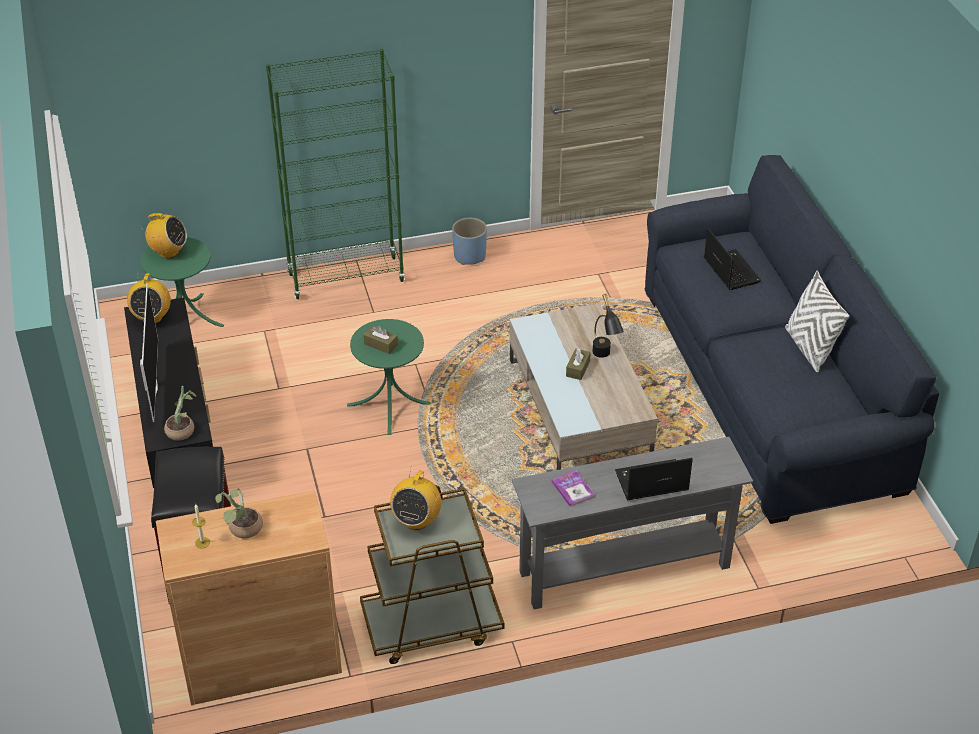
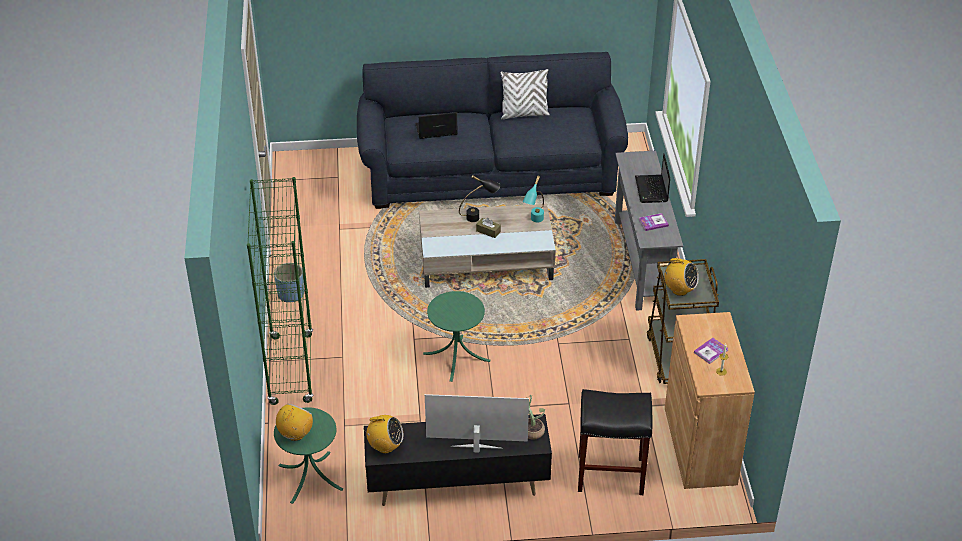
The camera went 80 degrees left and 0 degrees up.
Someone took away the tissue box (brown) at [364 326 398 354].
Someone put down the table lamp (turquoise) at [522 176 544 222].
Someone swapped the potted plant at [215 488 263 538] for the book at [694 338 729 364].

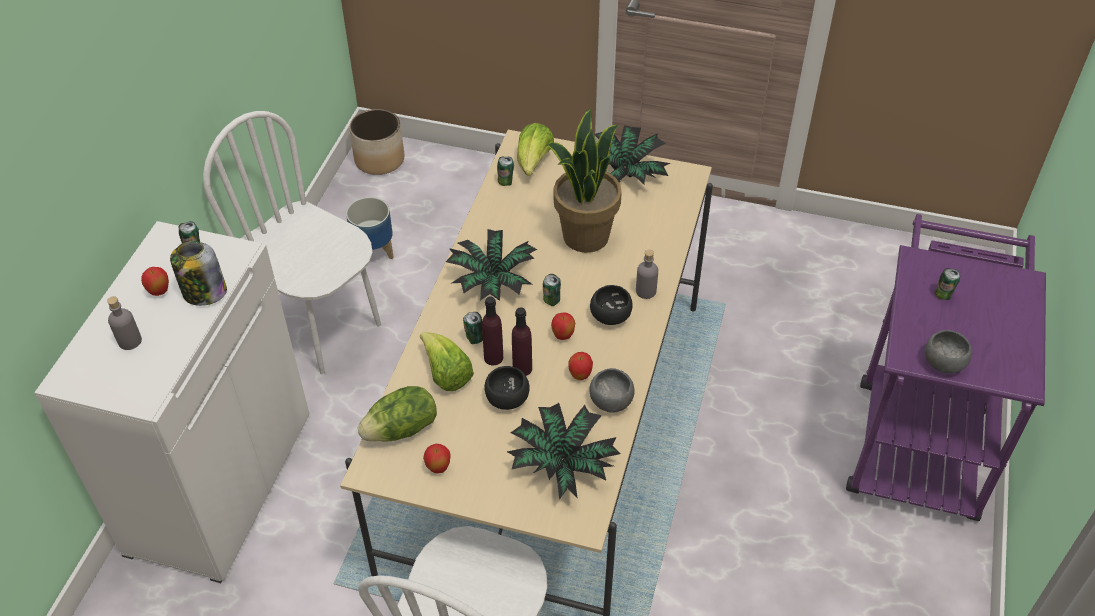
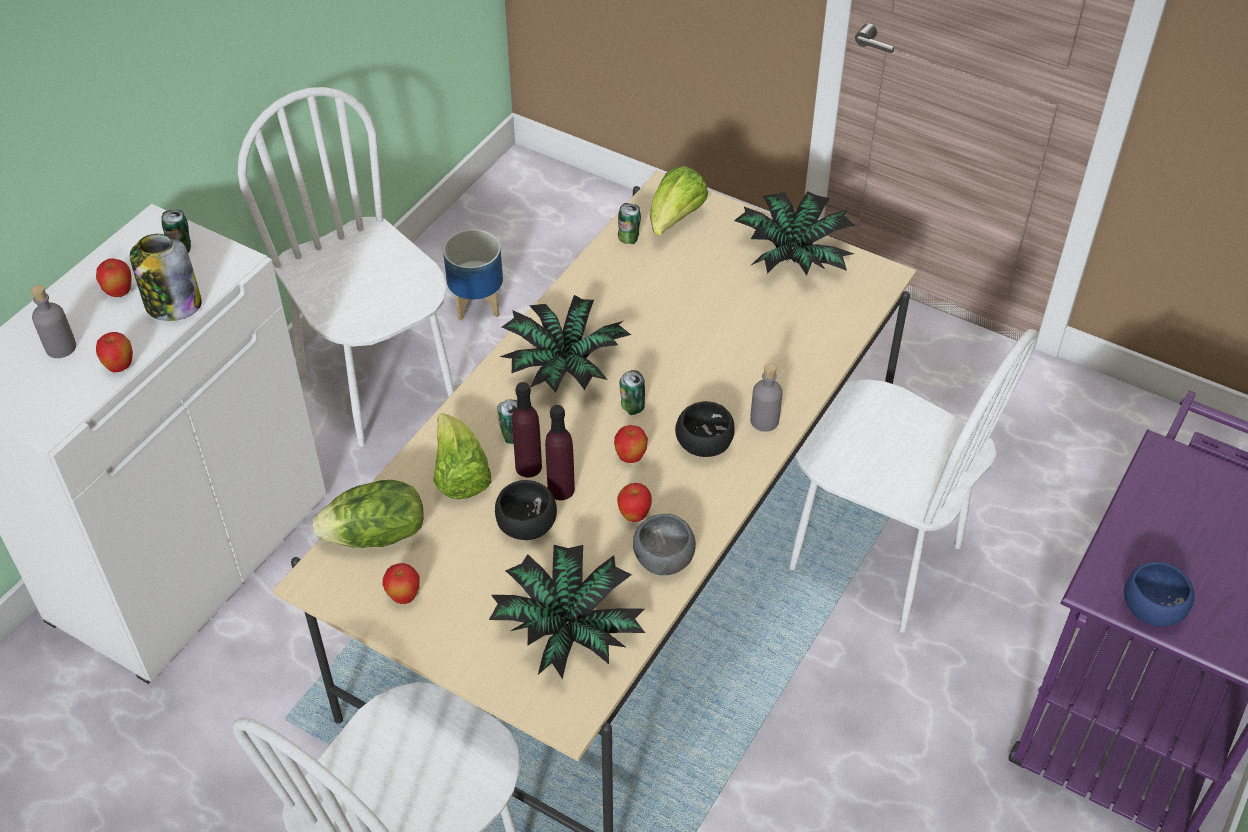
The camera went 15 degrees right and 0 degrees up.
Someone took away the planter at [349 109 404 175].
Someone took away the potted plant at [547 109 622 253].
Someone took away the can at [934 268 960 300].
Someone put down the apple at [96 332 133 373].
Someone put down the chair (white) at [789 329 1038 633].
Someone repainted the bowl (grey) at [924 330 972 374], which became the bowl (blue) at [1124 562 1195 627].

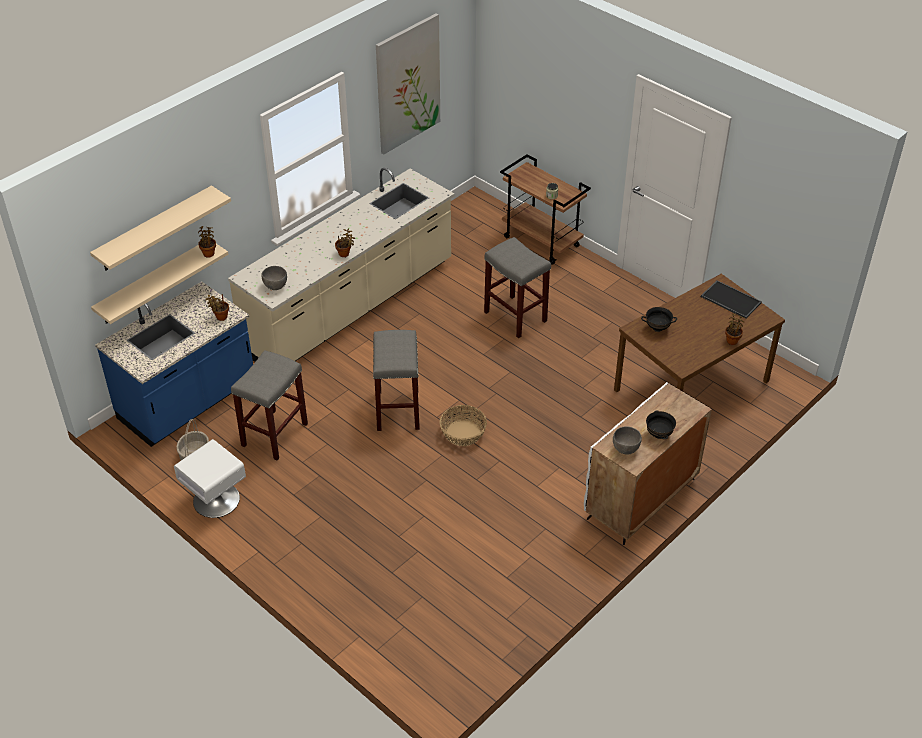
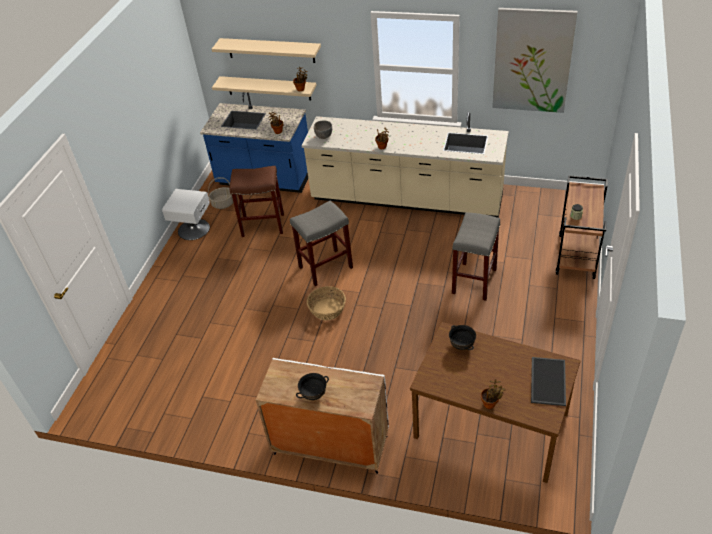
The camera went 65 degrees right and 0 degrees up.
Someone took away the bowl (grey) at [613 426 642 455].
Someone repainted the stool (grey) at [231 350 308 460], which became the stool (brown) at [230 166 284 237].

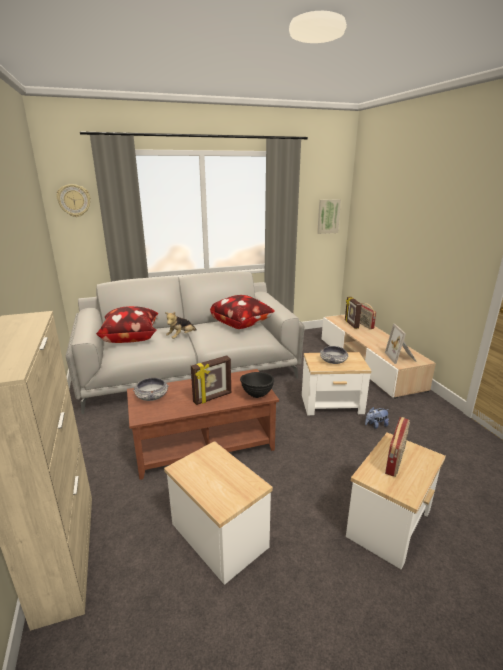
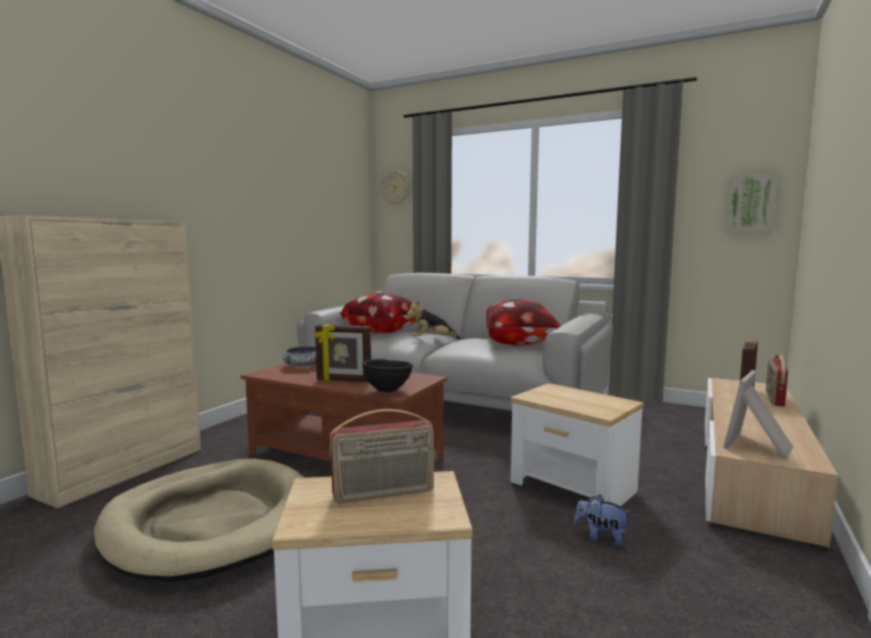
The camera went 45 degrees right and 15 degrees down.
Someone took away the bowl at [319 346 349 364].
Someone swapped the side table at [164 441 273 585] for the dog bed (beige) at [94 458 305 581].

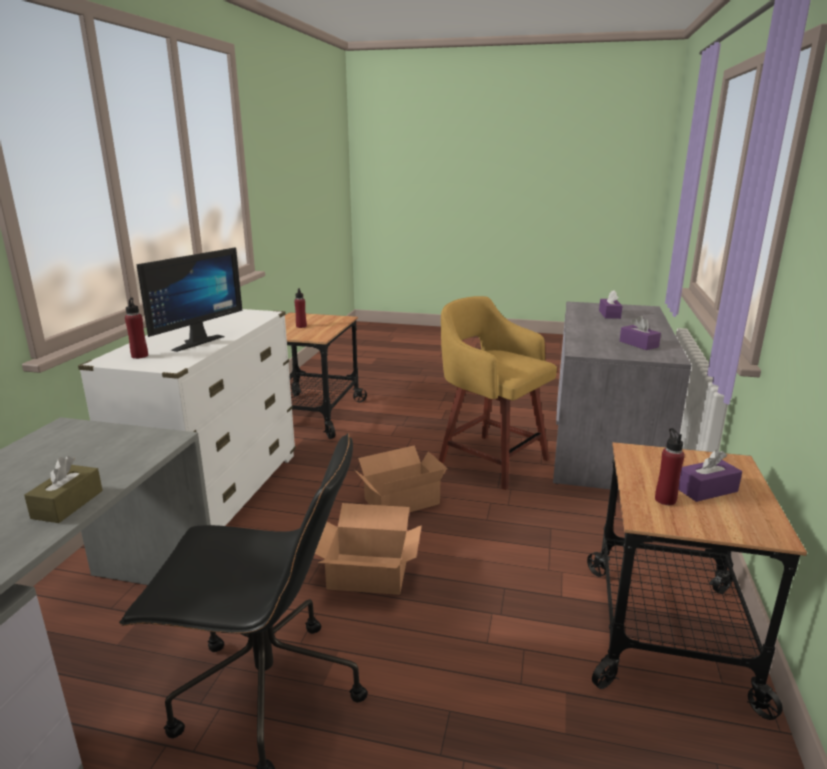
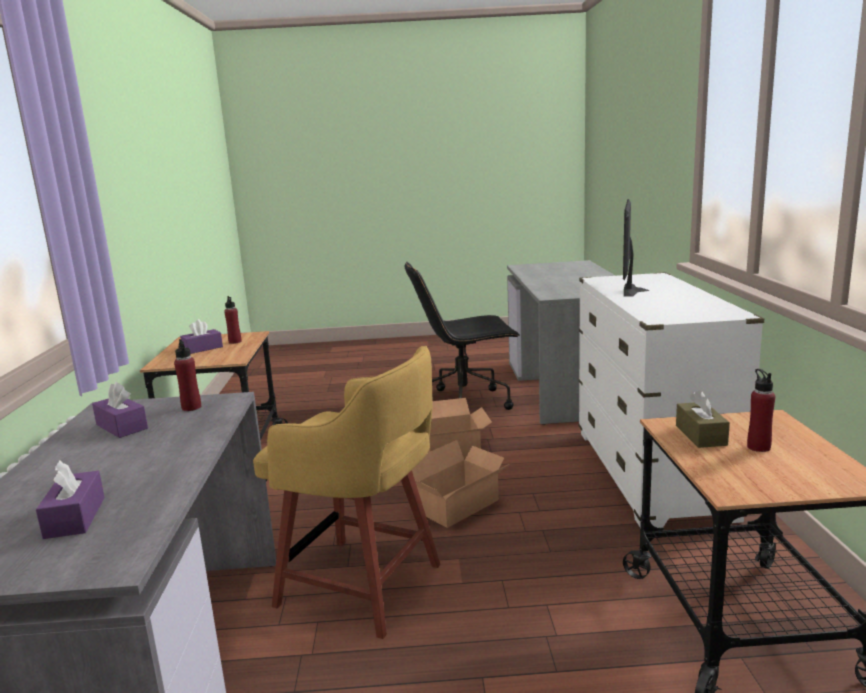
The camera went 165 degrees right and 5 degrees down.
Someone carried the tissue box (brown) from [24 456 103 523] to [676 390 730 448].
Someone carried the bottle (red) from [125 297 148 359] to [174 339 201 411].

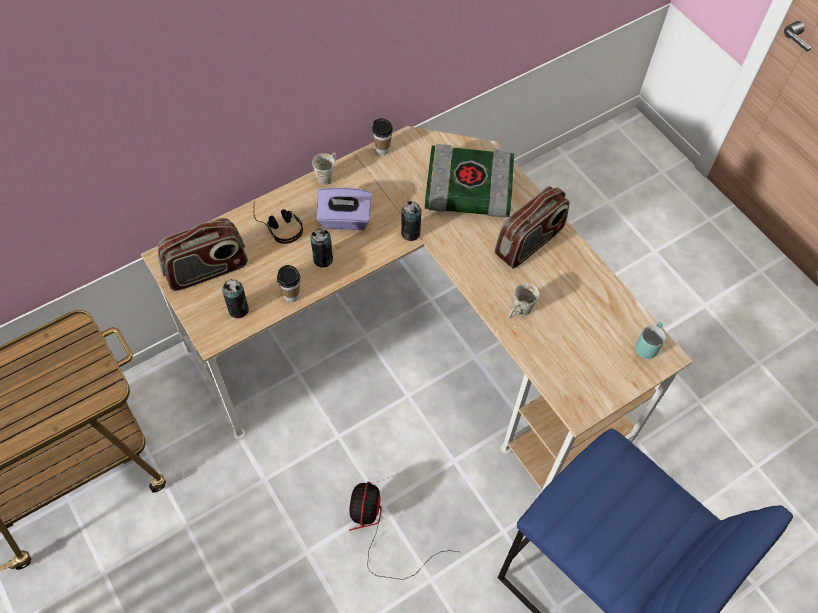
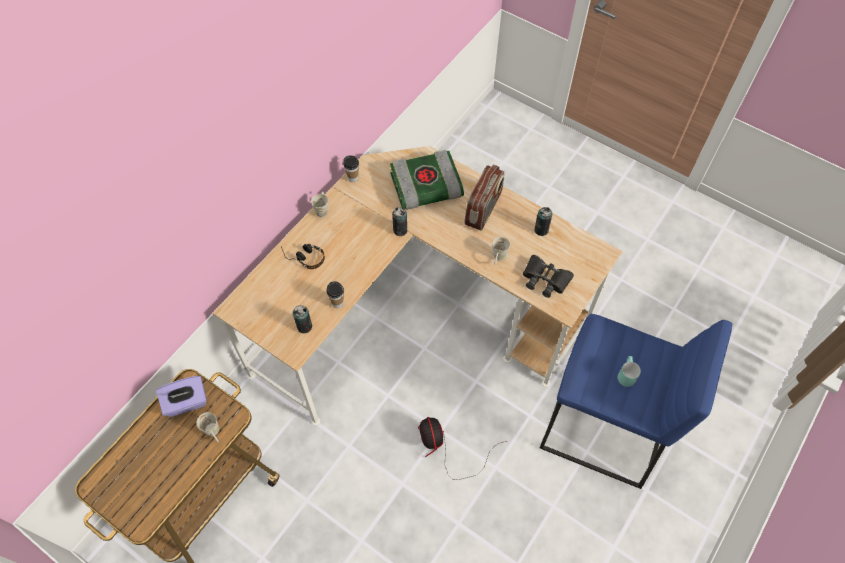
The camera went 20 degrees left and 0 degrees up.
Someone took away the radio at [158 218 248 291].
Someone put down the mug (white) at [197 412 219 442].
Someone put down the binoculars (black) at [523 255 574 298].
Someone carried the can from [311 228 333 268] to [534 207 552 236].
Someone carried the tissue box (purple) from [316 188 372 230] to [156 376 207 417].
Someone carried the mug (turquoise) from [635 322 665 359] to [618 356 641 387].

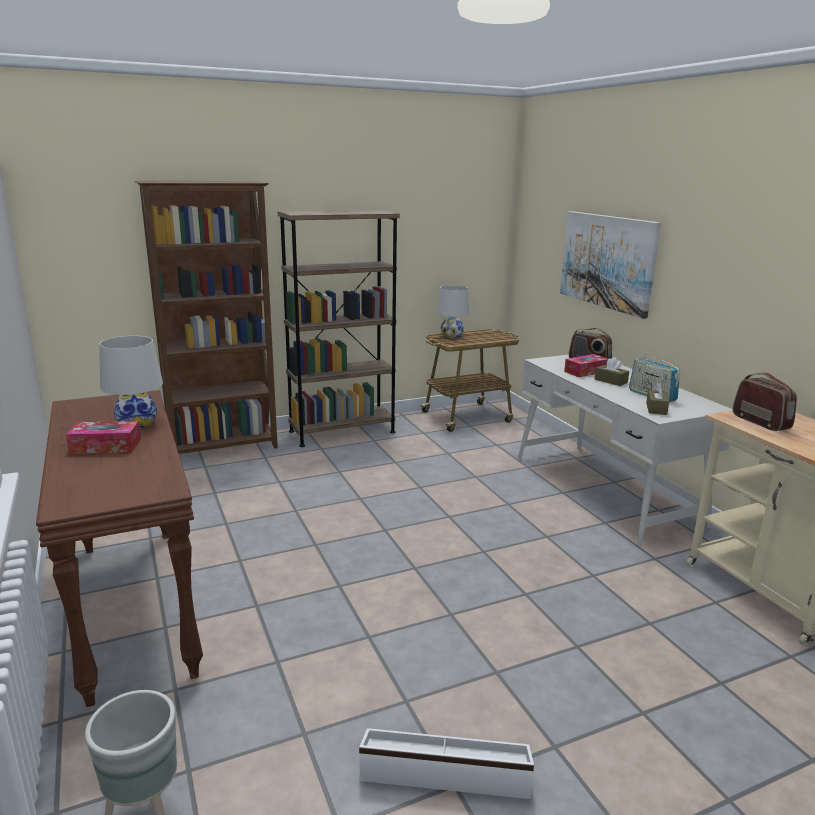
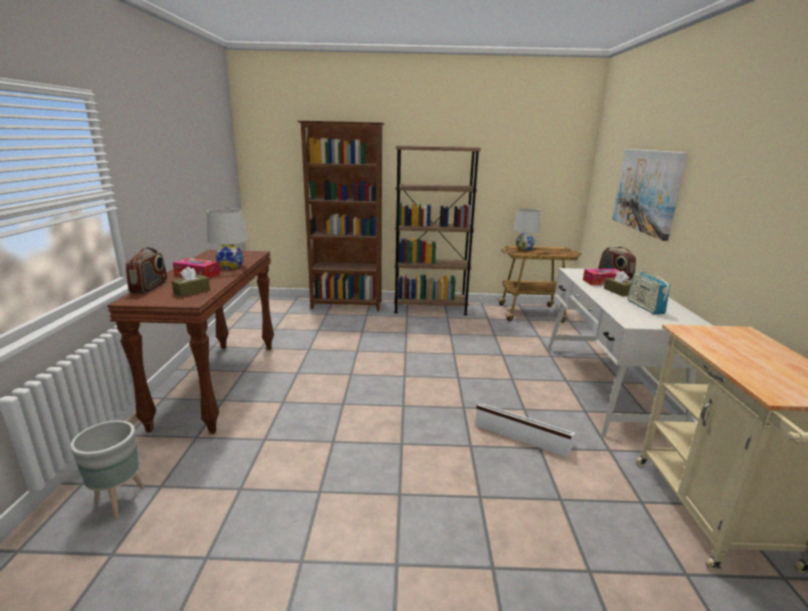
The camera went 25 degrees right and 0 degrees up.
Someone carried the storage box (white) from [359 728 534 799] to [475 404 575 458].
Someone carried the tissue box (brown) from [646 382 669 415] to [172 266 210 297].
Someone carried the radio from [733 372 797 431] to [125 247 167 293].

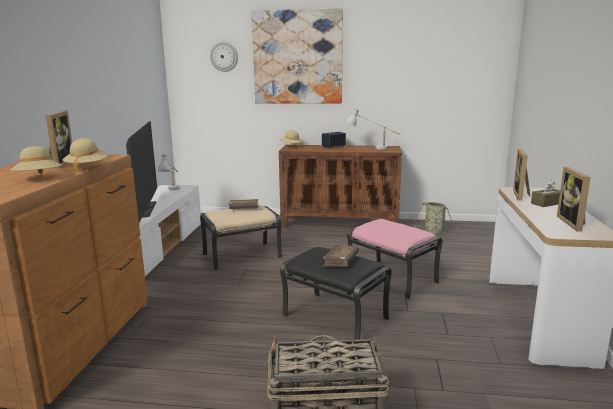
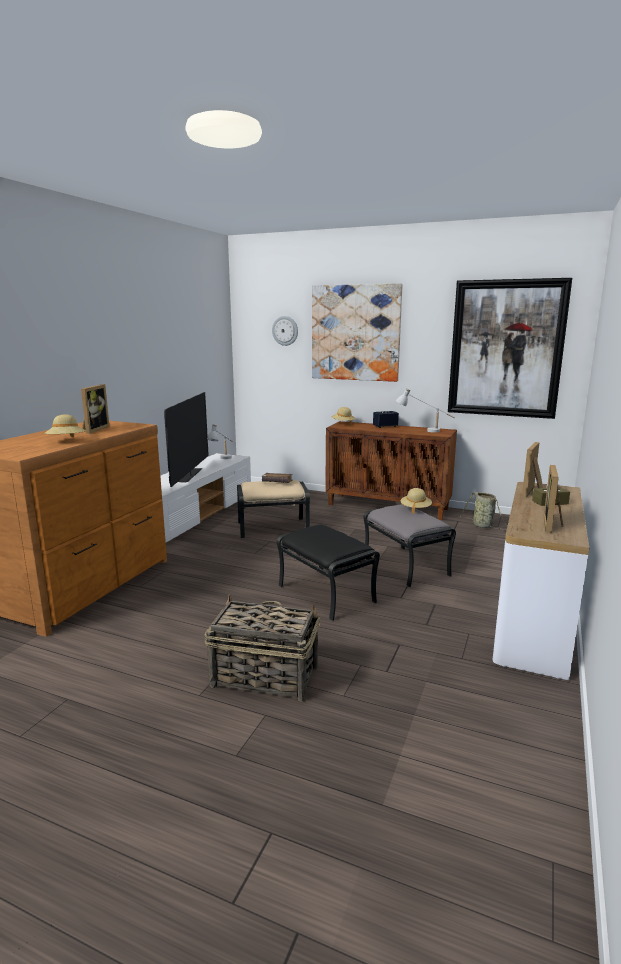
The camera went 15 degrees right and 0 degrees up.
Someone took away the book (brown) at [323 244 359 267].
Someone put up the picture at [448 278 572 419].
Someone carried the hat (beige) from [62 138 108 172] to [401 488 432 514].
Someone repainted the ottoman (pink) at [347 219 443 299], which became the ottoman (grey) at [363 504 456 588].

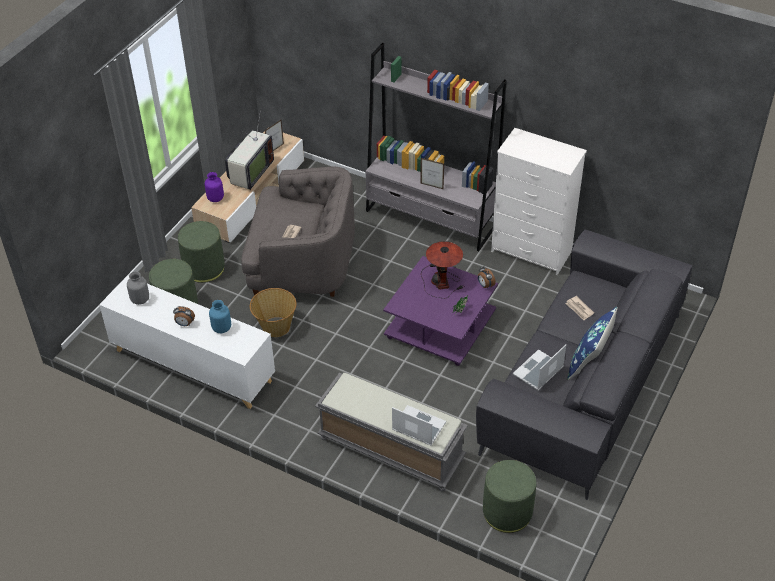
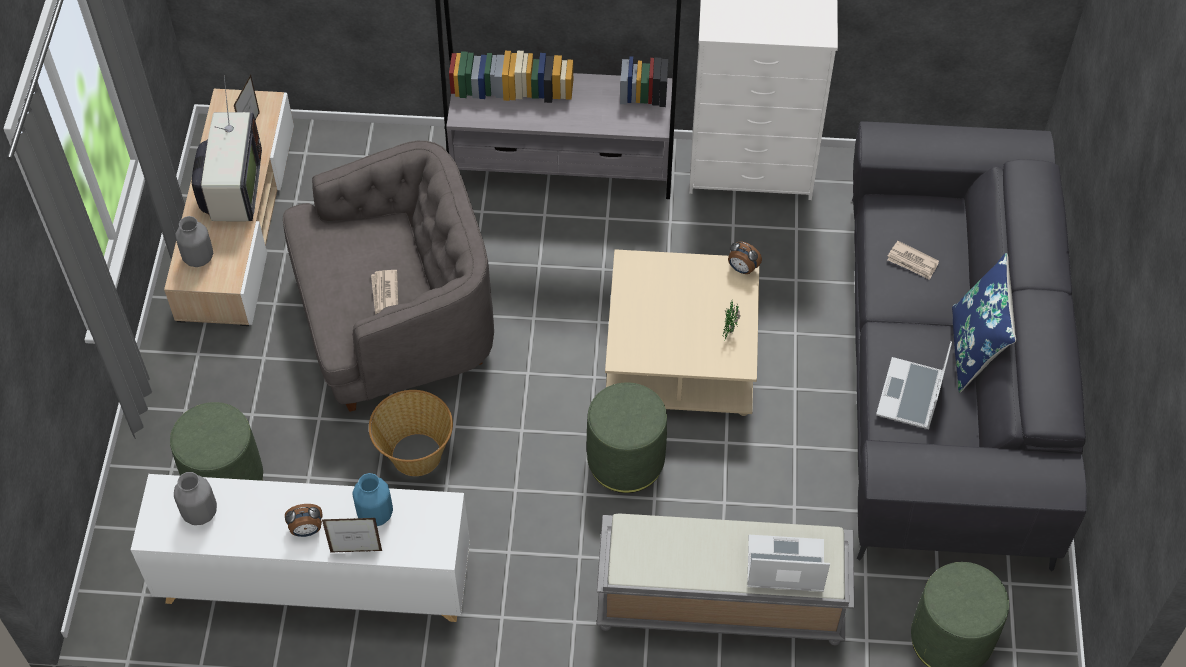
The camera went 25 degrees left and 10 degrees up.
Someone took away the table lamp at [421 241 465 298].
Someone carried the ottoman (green) from [178 221 225 283] to [587 382 667 493].
Someone carried the picture frame from [420 158 444 189] to [322 518 382 553].
Someone repainted the vase (purple) at [205 172 224 202], which became the vase (grey) at [175 216 213 267].
Someone repainted the coffee table (purple) at [383 256 498 366], which became the coffee table (beige) at [605 249 759 416].

